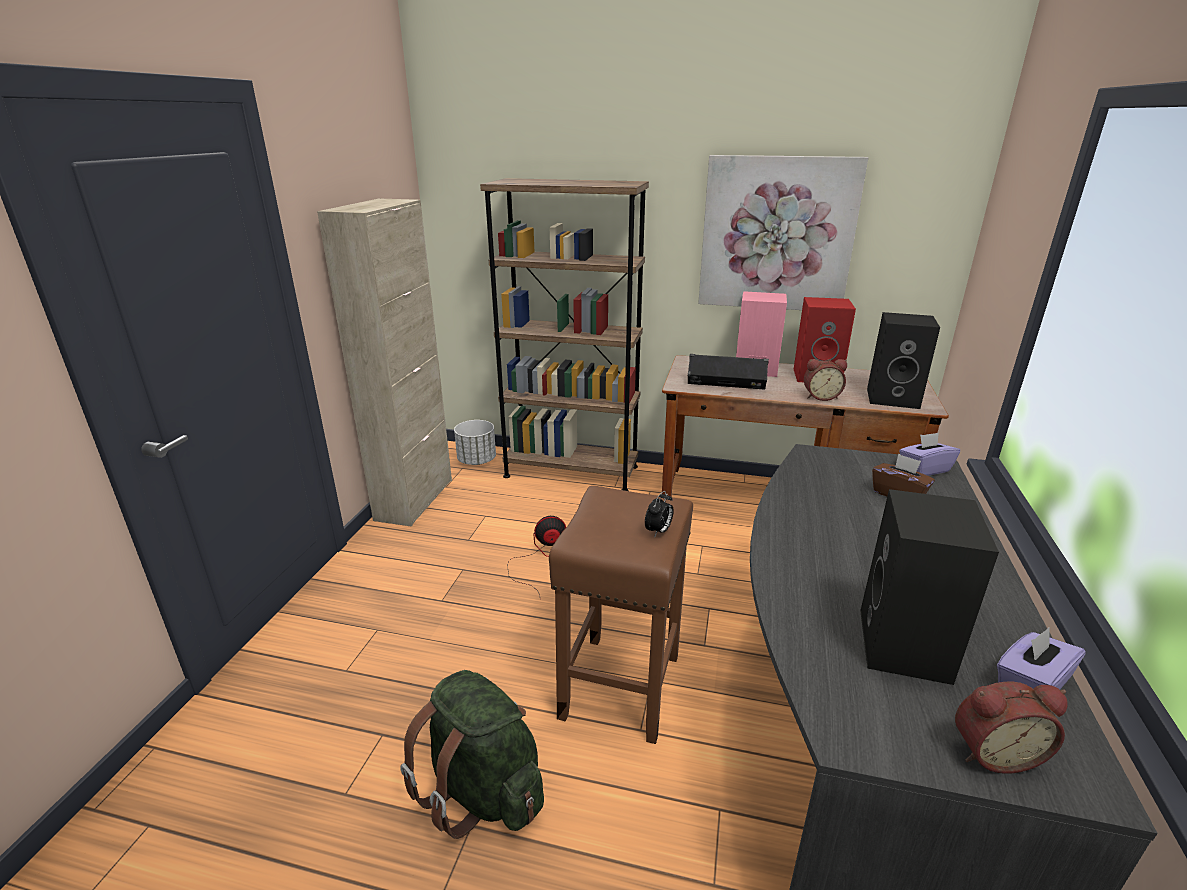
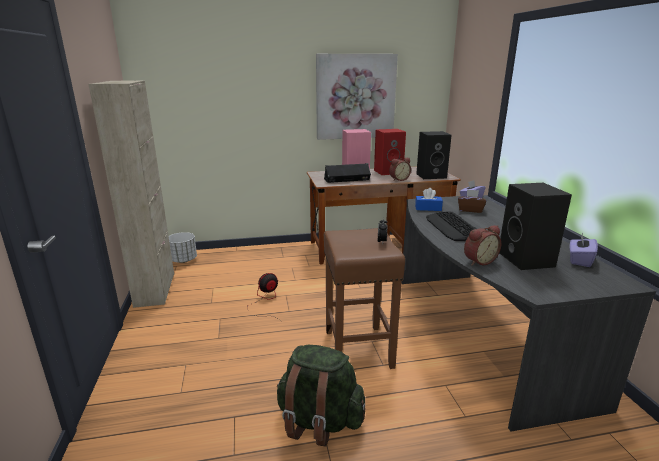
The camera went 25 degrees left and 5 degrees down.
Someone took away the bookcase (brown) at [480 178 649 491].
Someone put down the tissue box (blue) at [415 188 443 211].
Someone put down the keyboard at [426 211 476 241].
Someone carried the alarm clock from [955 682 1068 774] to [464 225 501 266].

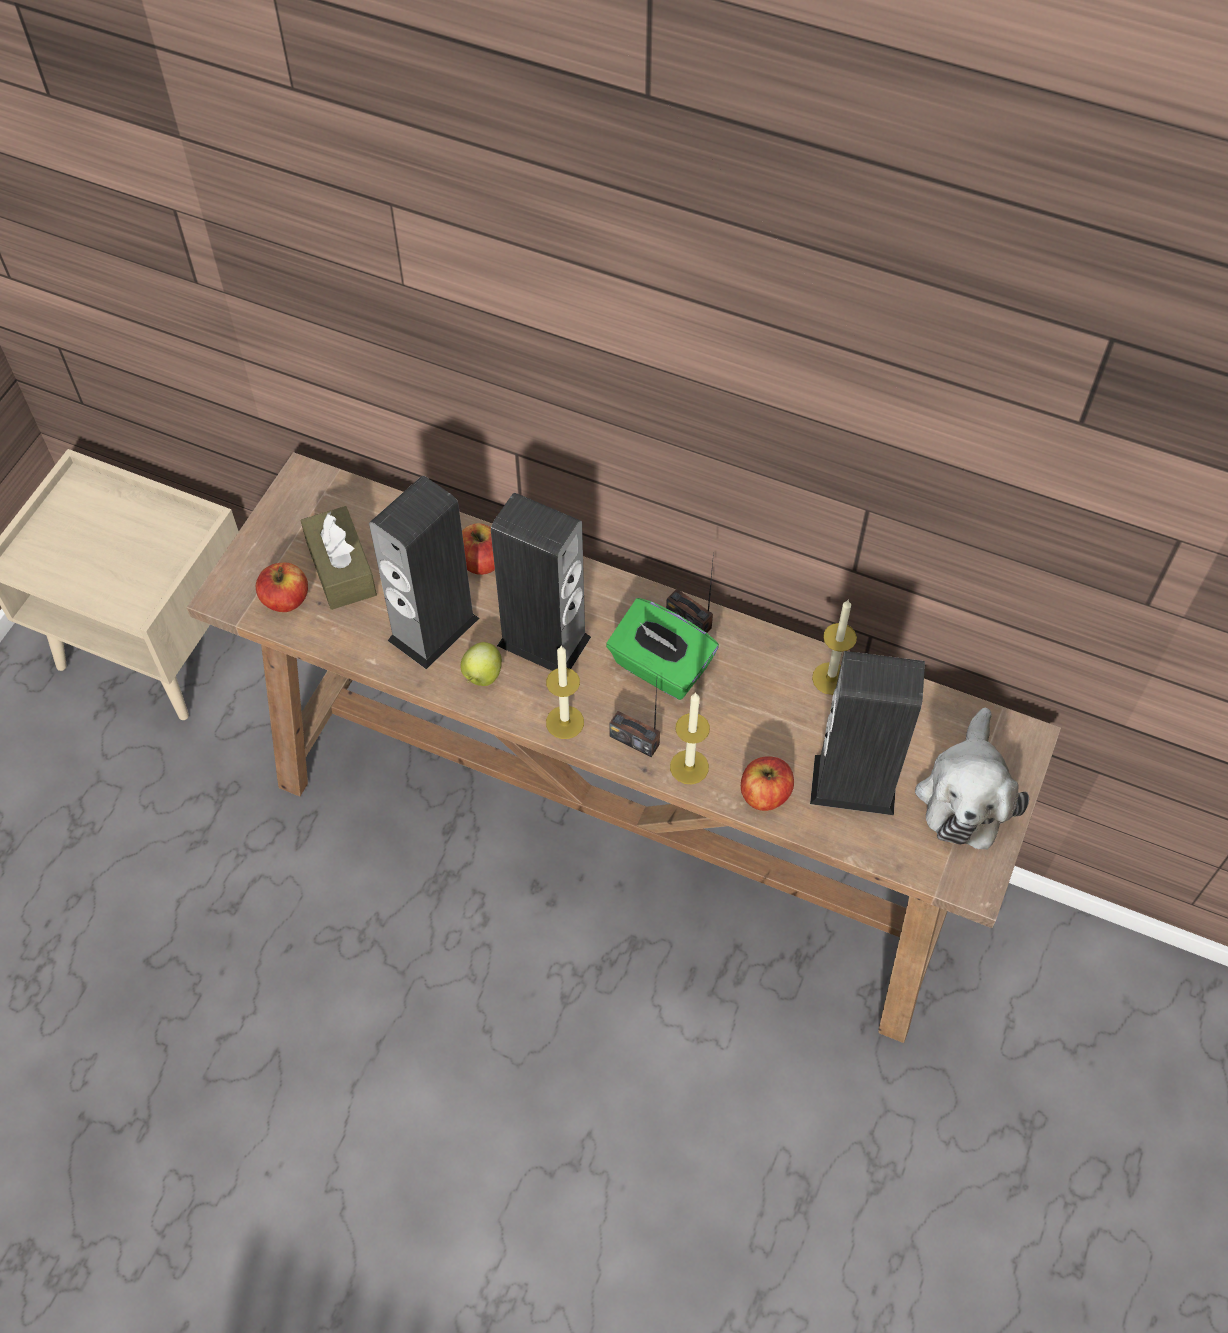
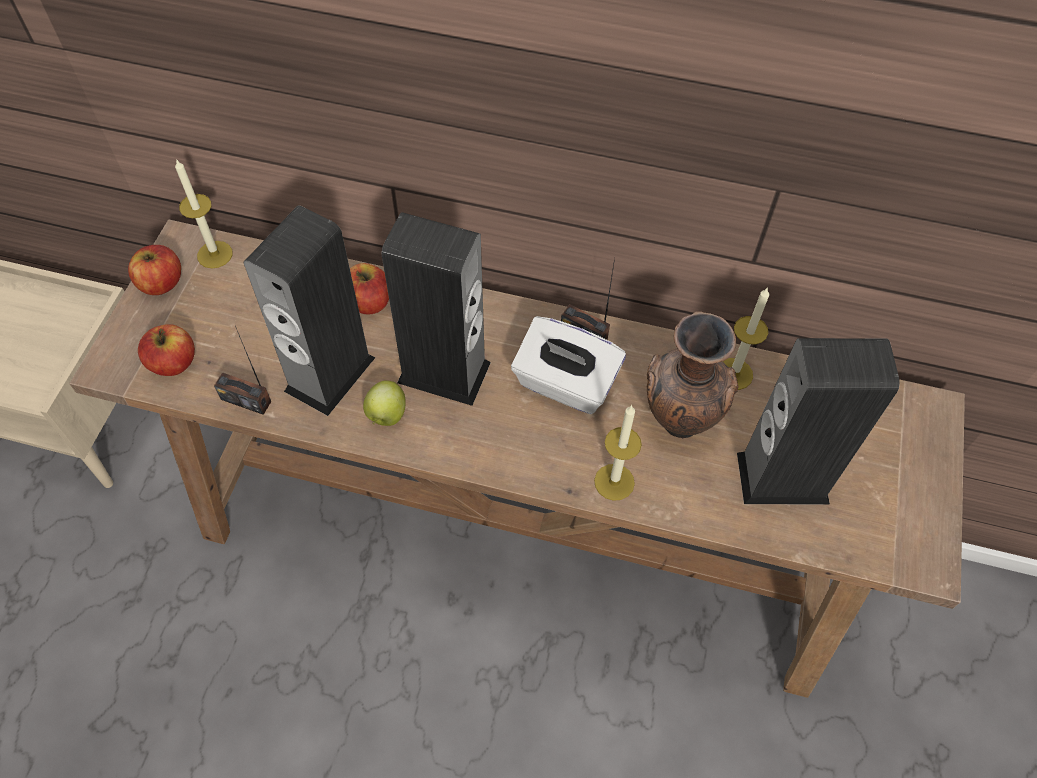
The camera went 10 degrees left and 0 degrees up.
Someone took away the tissue box (brown) at [300 506 377 610].
Someone took away the plush toy at [915 708 1029 850].
Someone put down the vase (brown) at [647 311 738 438].
Someone carried the candle from [546 646 584 739] to [175 159 233 269].
Someone carried the radio from [609 683 660 757] to [214 326 271 415].
Someone carried the apple from [741 756 794 811] to [128 245 181 295].
Someone repainted the tissue box (green) at [606 598 719 700], which became the tissue box (white) at [511 316 626 414].

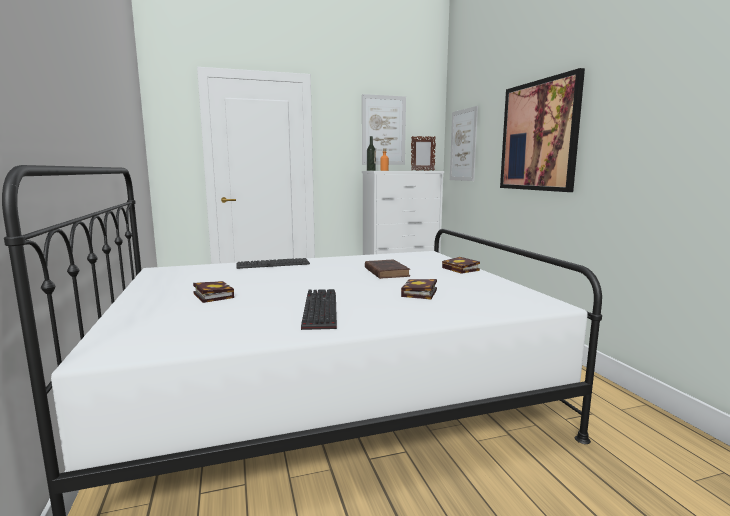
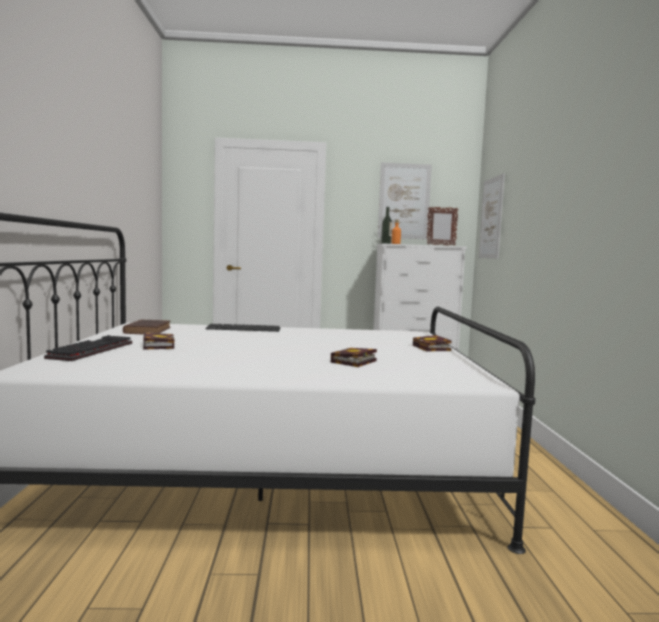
The camera went 15 degrees right and 5 degrees down.
Someone took away the picture at [500 68 585 192].
Someone carried the keyboard from [301 289 337 330] to [44 335 132 361].
Someone carried the book (brown) from [365 260 410 279] to [123 319 171 334].

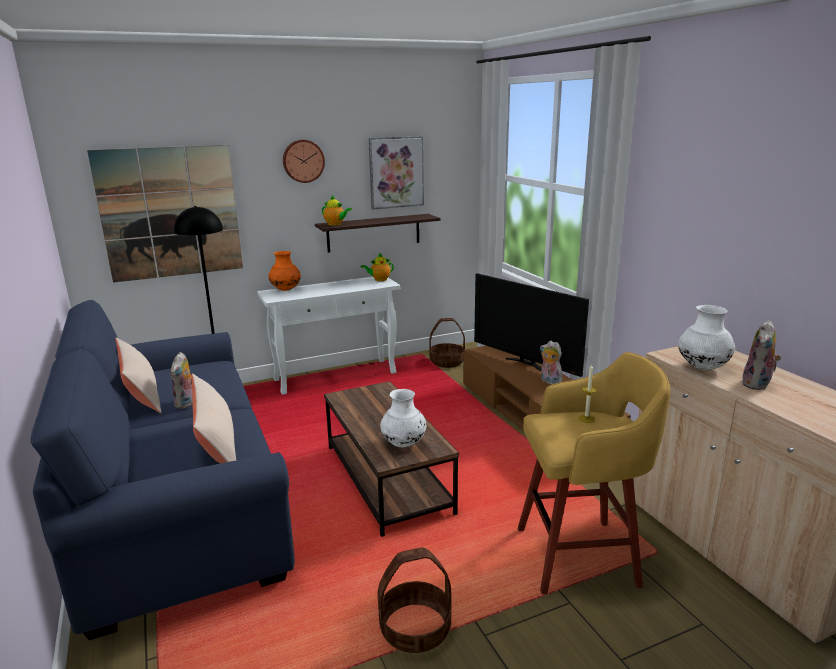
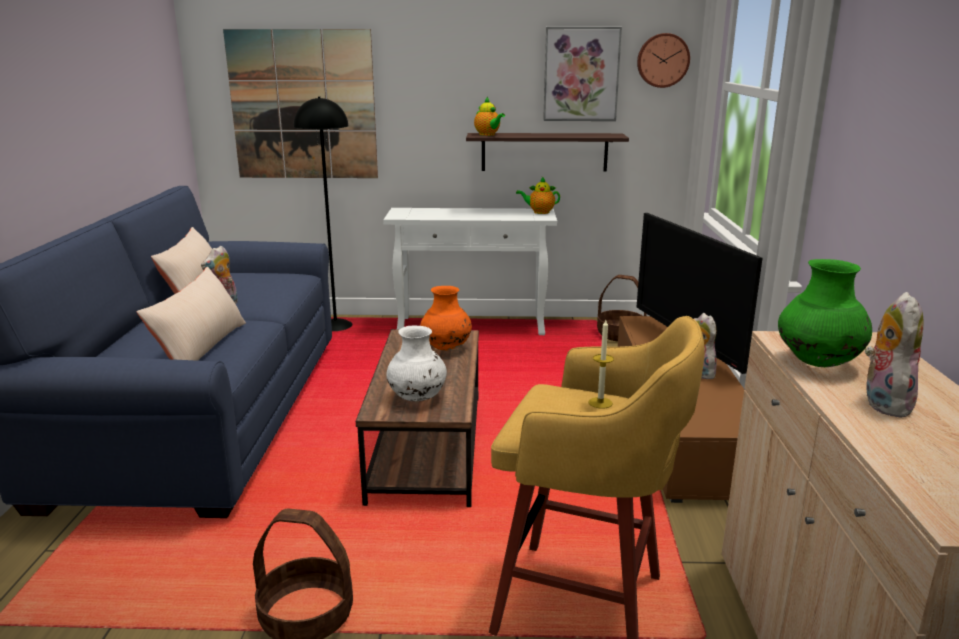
The camera went 25 degrees right and 0 degrees up.
Someone carried the vase (orange) from [268 251 301 291] to [420 286 472 351].
Someone carried the wall clock from [283 140 325 183] to [637 33 690 88].
Someone repainted the vase (white) at [678 305 735 370], which became the vase (green) at [778 259 872 367].
Someone rotated the plush toy at [741 320 781 390] by 135 degrees clockwise.

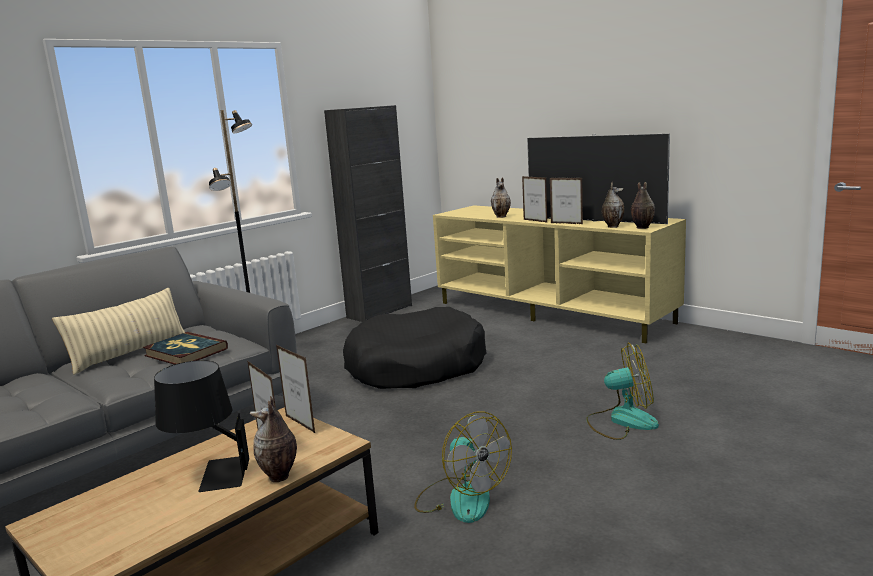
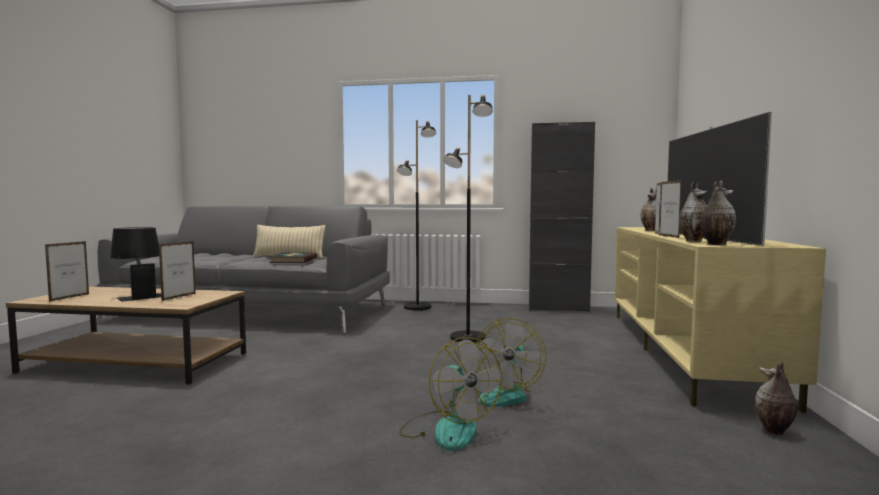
The camera went 55 degrees right and 10 degrees down.
Someone carried the vase from [250 396 297 482] to [755 361 798 435].
Someone carried the picture frame from [276 345 315 433] to [45 241 89 302].
Someone carried the fan from [414 412 512 523] to [473 318 547 407].
Someone swapped the dog bed (black) at [343 307 486 389] for the floor lamp (black) at [443 95 493 342].

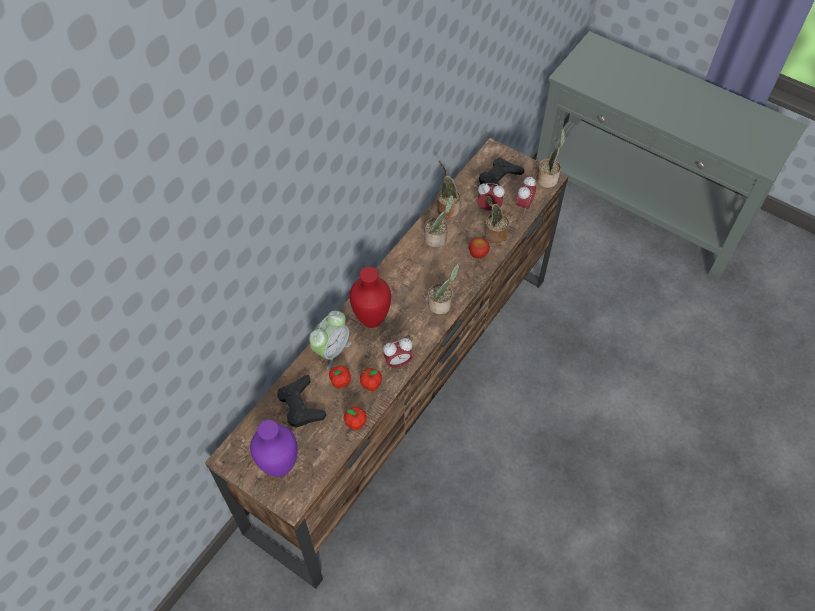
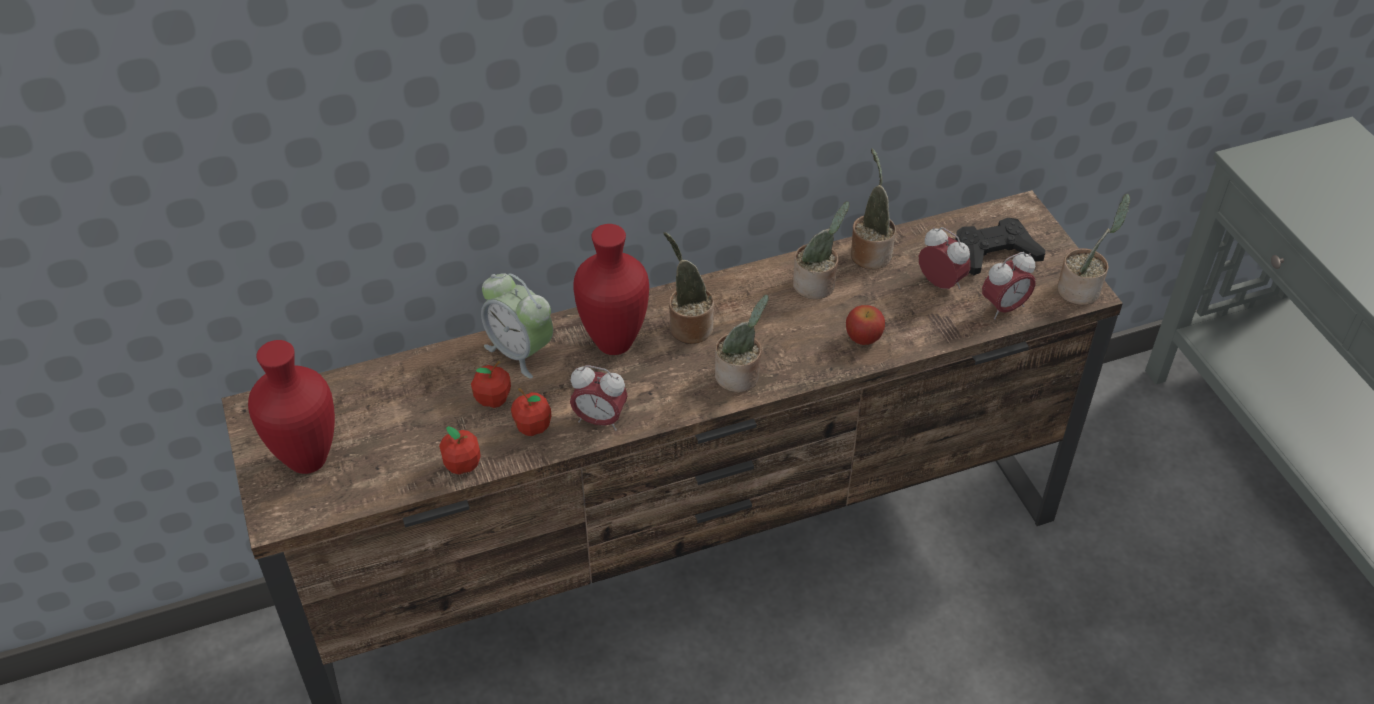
The camera went 35 degrees right and 10 degrees down.
Someone took away the game controller (black) at [277 375 326 428].
Someone carried the potted plant from [485 196 509 243] to [663 232 714 344].
Someone repainted the vase (purple) at [250 420 298 477], which became the vase (red) at [248 340 335 474].
Someone rotated the alarm clock at [309 311 351 369] by 60 degrees clockwise.

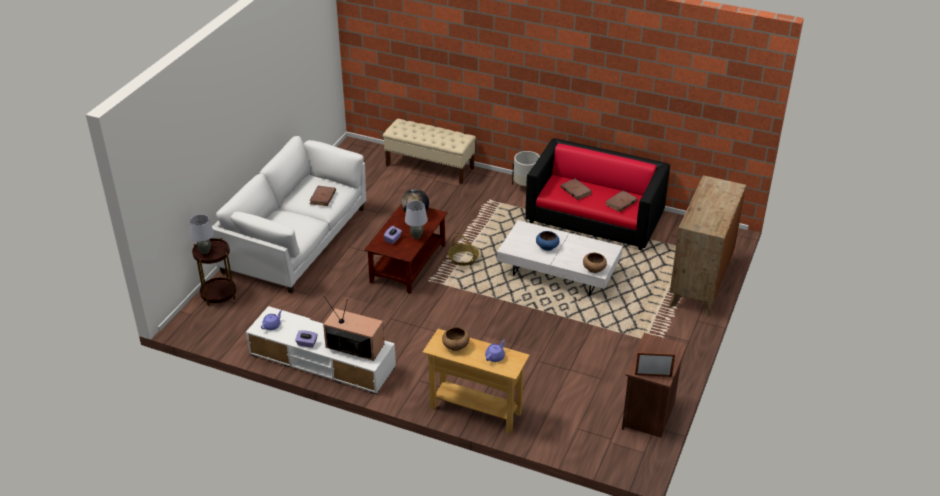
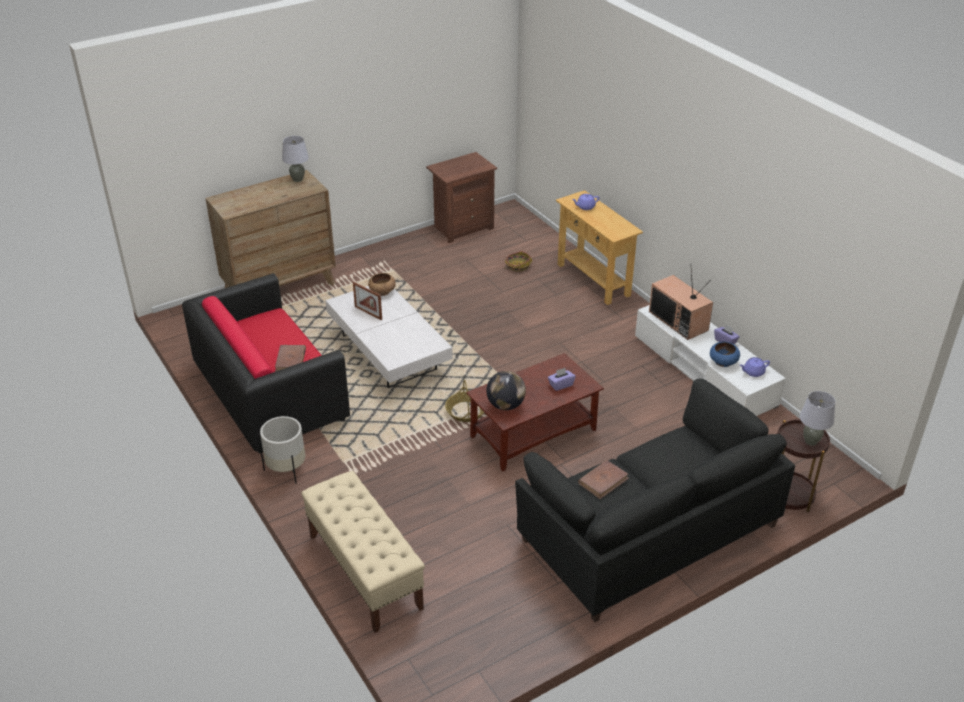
The camera went 145 degrees left and 0 degrees up.
Someone took away the bowl (brown) at [442 327 470 351].
Someone took away the book (brown) at [605 191 637 212].
Someone put down the basket at [504 251 532 271].
Someone carried the table lamp (grey) from [405 201 428 239] to [282 136 309 182].
Someone carried the bowl (blue) from [536 231 560 251] to [710 342 740 367].
Someone carried the picture frame from [635 352 675 377] to [353 282 382 320].
Someone repainted the sofa (white) at [212 136 366 293], which became the sofa (black) at [515 379 795 622].

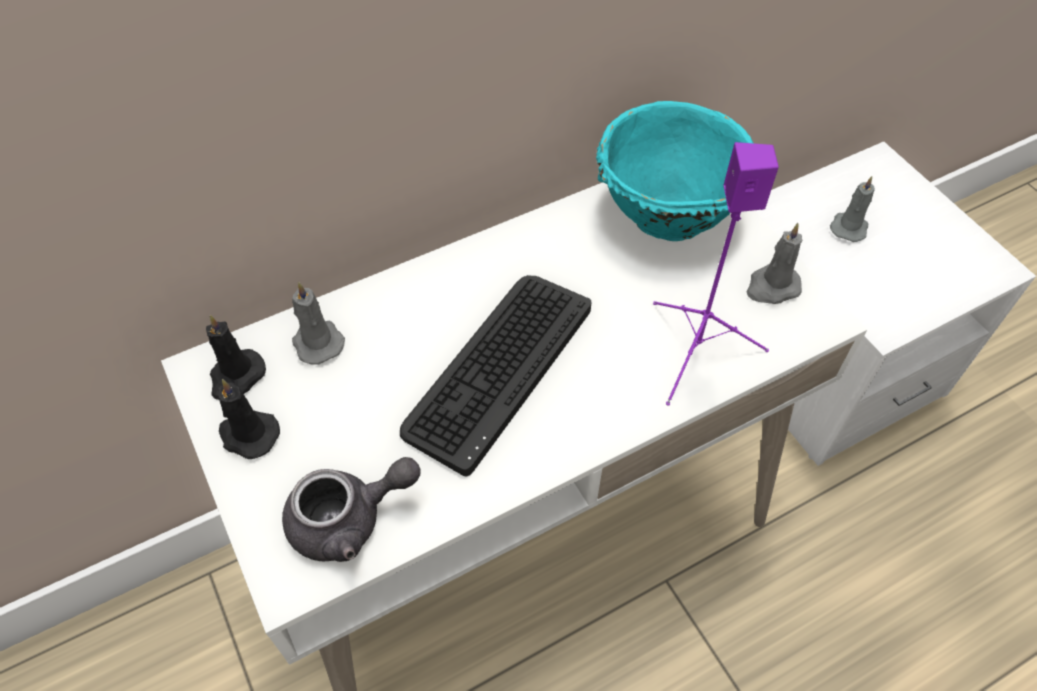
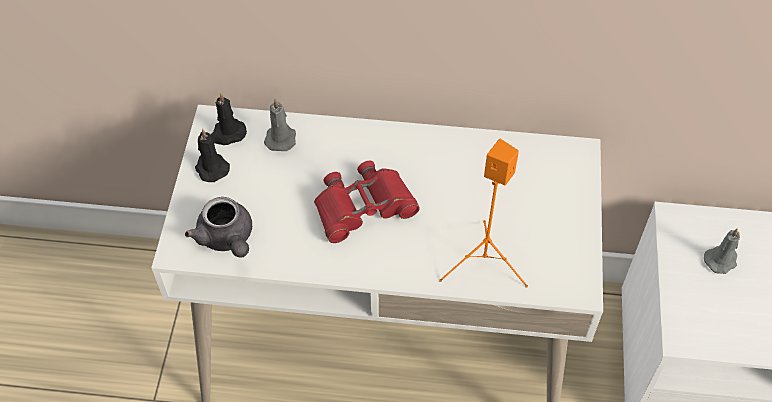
The camera went 35 degrees right and 0 degrees up.
Someone took away the bowl (turquoise) at [596 101 753 241].
Someone took away the candle (grey) at [747 223 802 304].
Someone swapped the keyboard at [400 275 591 477] for the binoculars (red) at [314 161 420 243].
Someone repainted the speaker (purple) at [653 142 779 406], which became the speaker (orange) at [439 138 528 288].
Someone rotated the teapot (grey) at [282 457 421 562] by 45 degrees clockwise.

